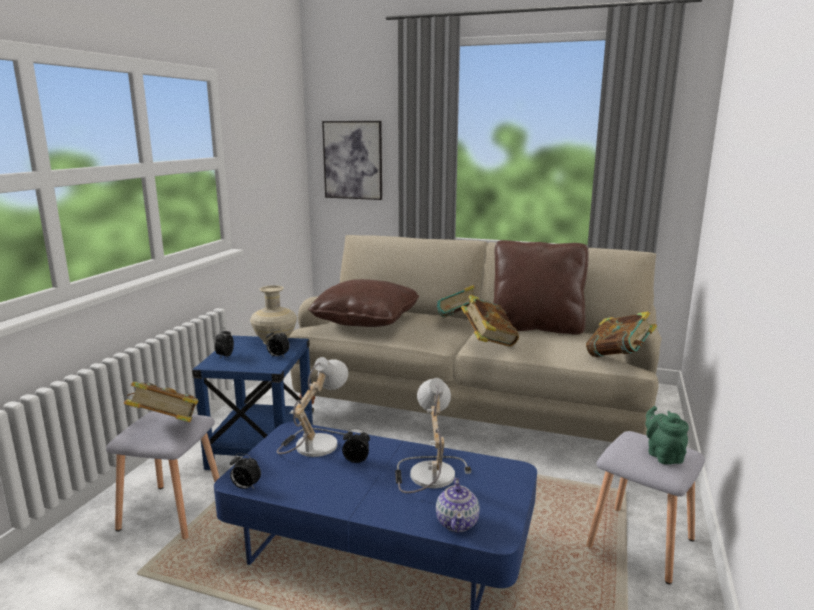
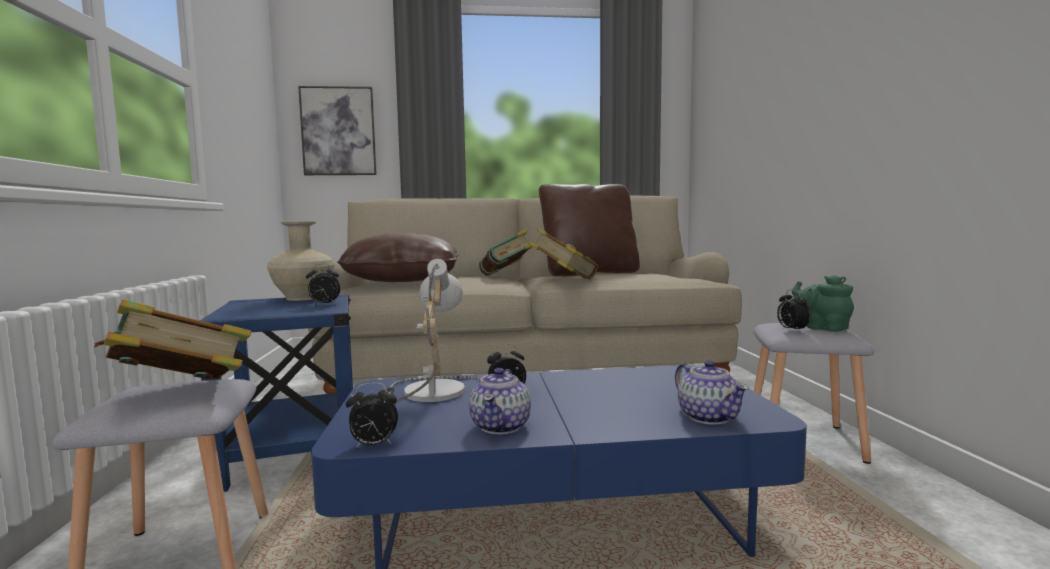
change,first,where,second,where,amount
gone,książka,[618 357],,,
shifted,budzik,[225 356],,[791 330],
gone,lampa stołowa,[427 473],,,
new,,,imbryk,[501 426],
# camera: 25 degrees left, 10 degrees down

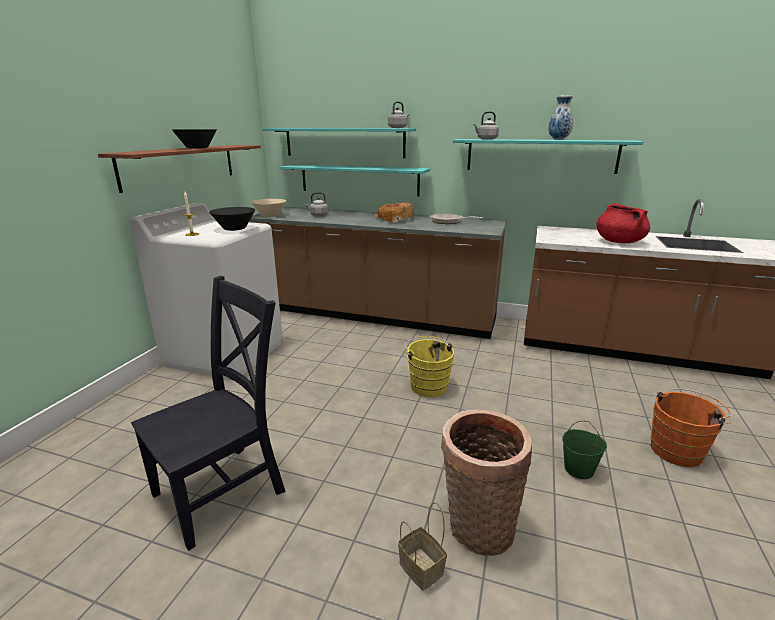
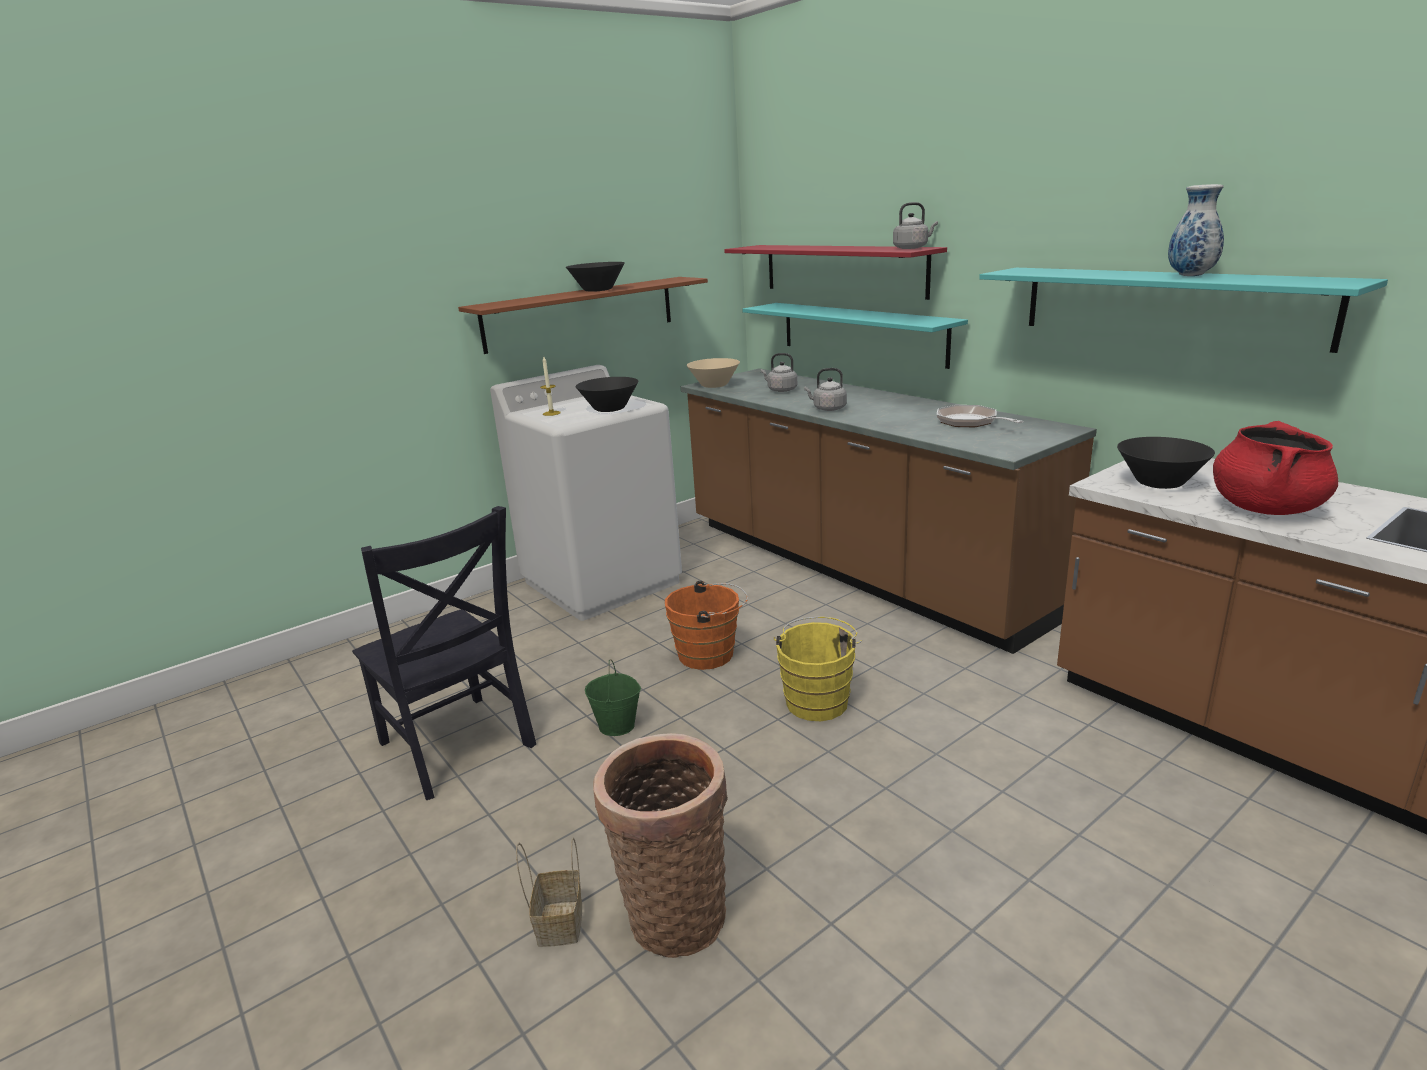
change,first,where,second,where,amount
shifted,czajnik/szary,[486 139],,[827 409],
repainted,półka/turkusowy,[344 142],półka/czerwony,[842 269],
gone,chleb,[395 219],,,
rotated,krzesło/czarny,[225 490],,[458 748],60 degrees clockwise
shifted,wiadro/pomarańczowy,[678 449],,[710 655],
shifted,wiadro/zielony,[579 469],,[617 725],
new,,,miska/czarny,[1160 483],
# camera: 35 degrees right, 0 degrees up

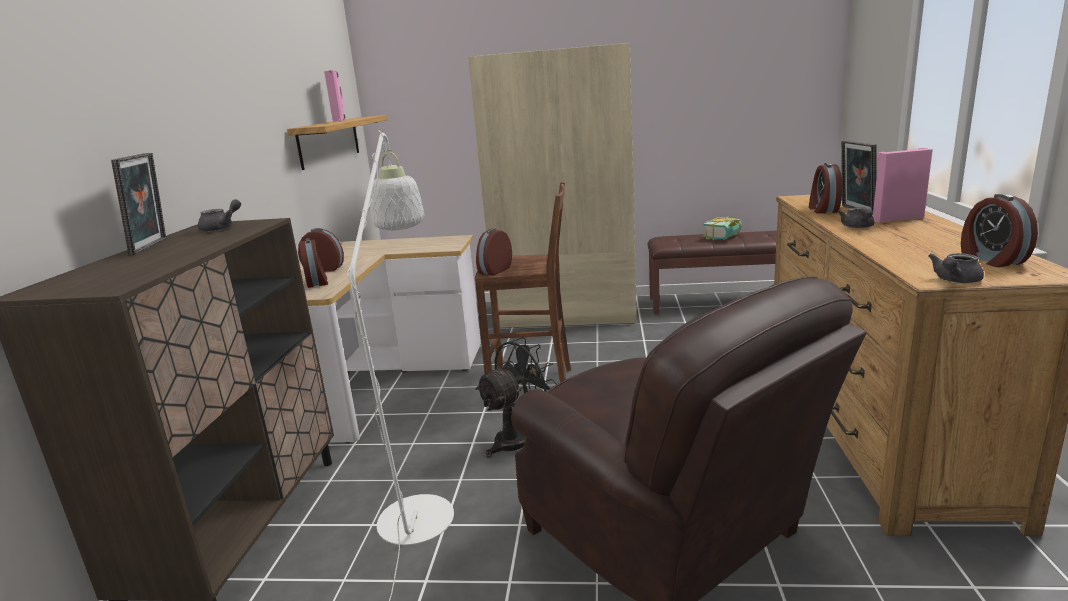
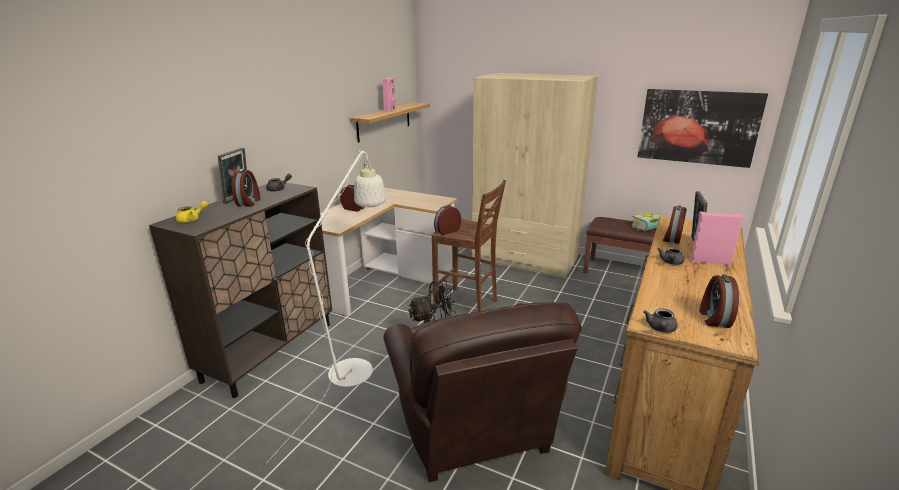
change,first,where,second,where,amount
shifted,budzik,[317 282],,[249 202],
rotated,imbryk/szary,[954 281],,[660 329],45 degrees counterclockwise
new,,,obraz,[698 127],
new,,,imbryk/żółty,[192 219],
# camera: 20 degrees right, 5 degrees up

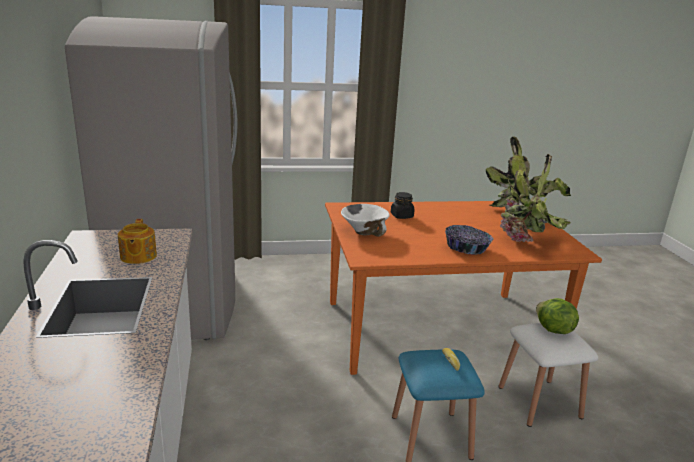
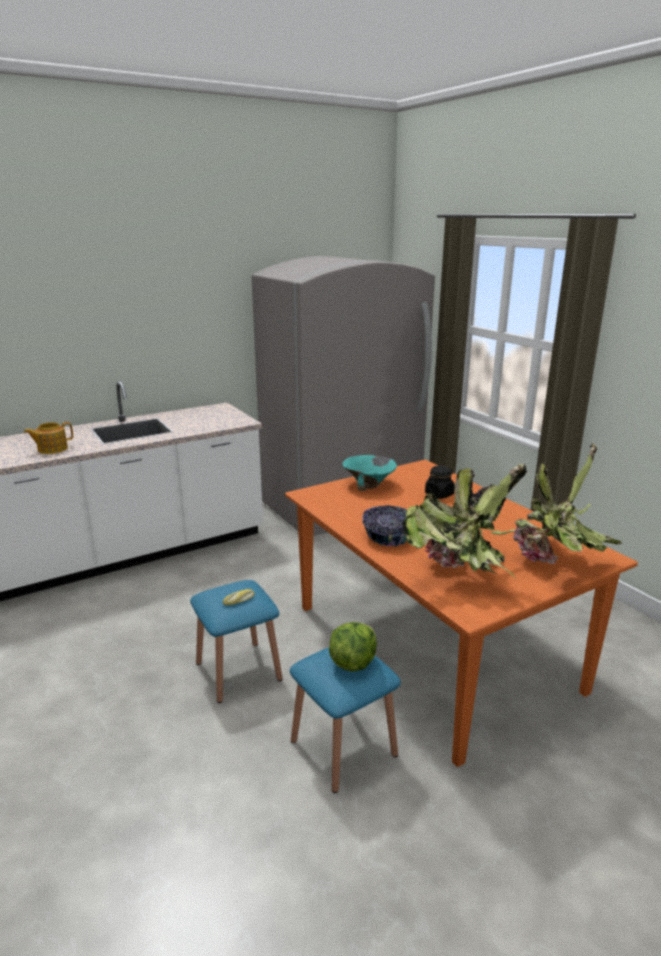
change,first,where,second,where,amount
repainted,miska/biały,[364 232],miska/turkusowy,[369 485],
shifted,imbryk,[137 256],,[52 449],
repainted,stołek/biały,[539 402],stołek/niebieski,[343 747],
# camera: 70 degrees right, 0 degrees up

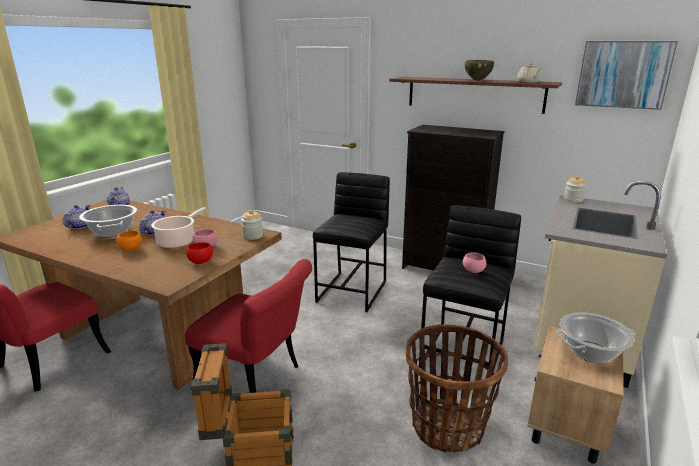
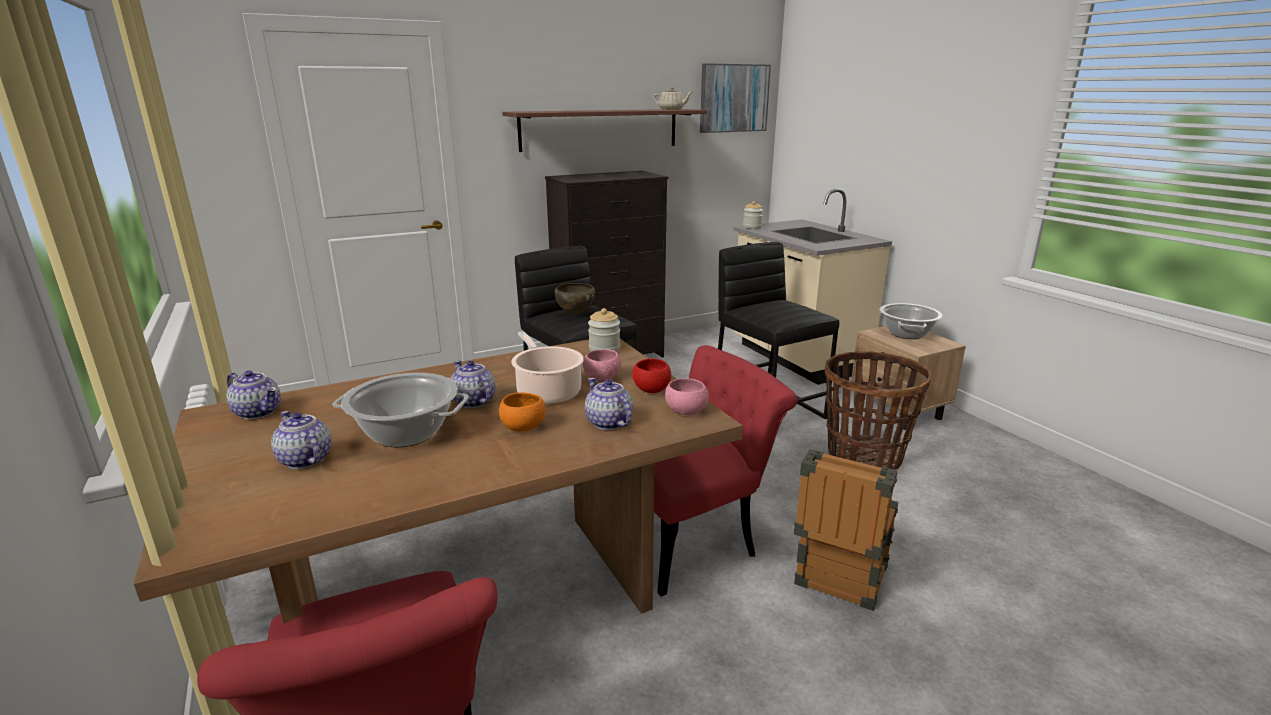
change,first,where,second,where,amount
shifted,miska/brązowy,[477 80],,[575 314],
shifted,miska/różowy,[473 271],,[686 412],
new,,,imbryk,[608 422],
# camera: 55 degrees left, 0 degrees up

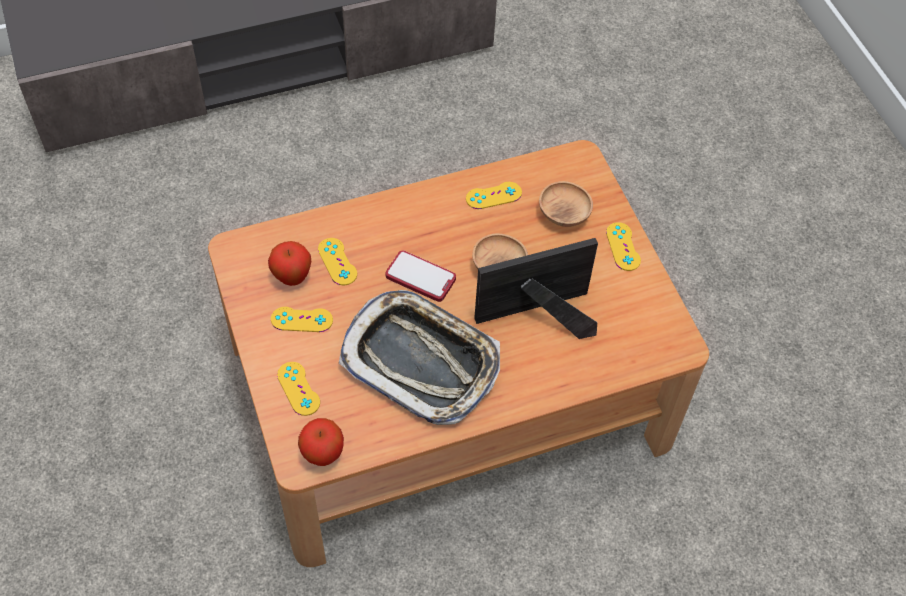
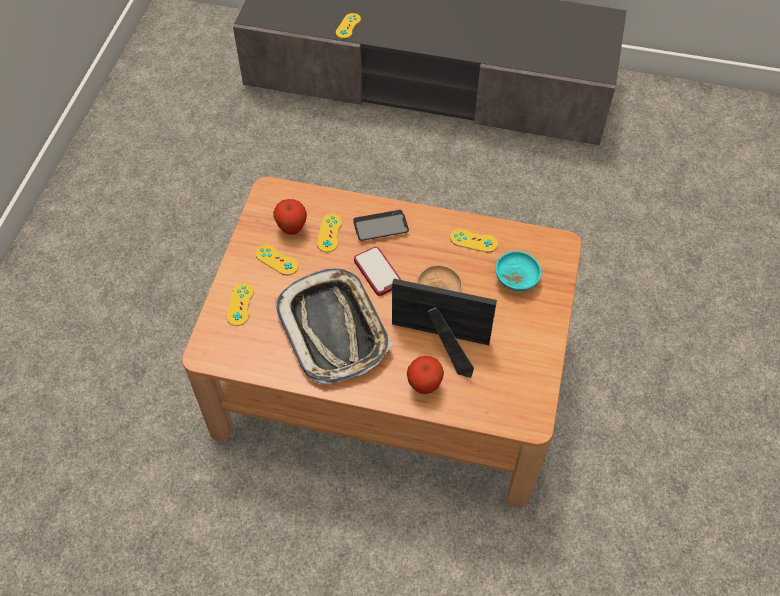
change,first,where,second,where,amount
repainted,miska/brązowy,[564 213],miska/turkusowy,[516 279],
shifted,pad do gier/żółty,[623 247],,[348 26],
shifted,jabłko,[323 455],,[424 386],
new,,,telefon,[380 226],
# camera: 35 degrees right, 0 degrees up

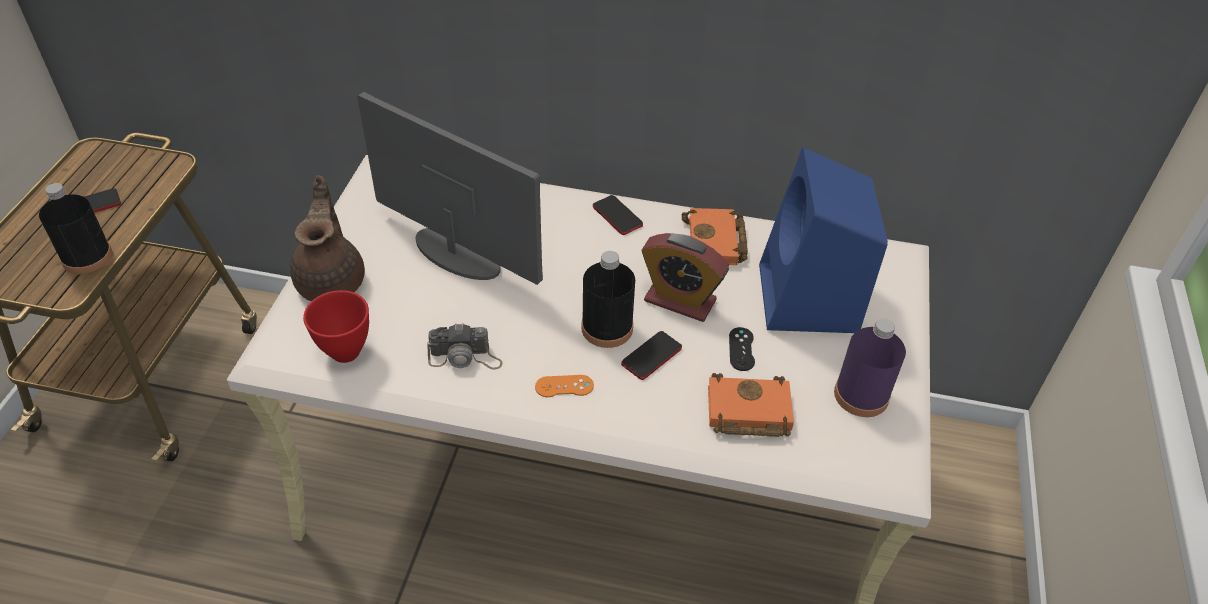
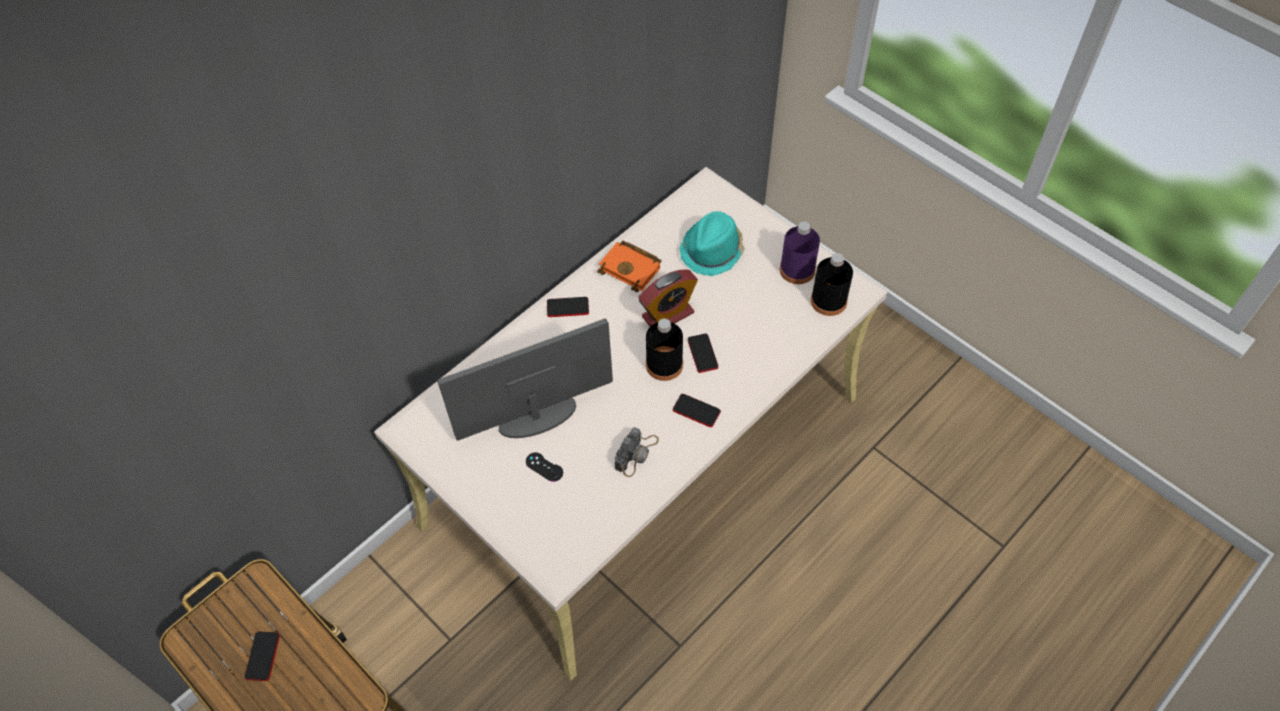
change,first,where,second,where,amount
swapped,głośnik/niebieski,[809 300],kapelusz/turkusowy,[712 250],
gone,imbryk/brązowy,[332 280],,,
shifted,butelka/czarny,[87 257],,[828 301],
gone,miska/czerwony,[344 353],,,
shifted,pad do gier/czarny,[741 349],,[544 467],
gone,książka/pomarańczowy,[746 412],,,
swapped,pad do gier/pomarańczowy,[564 386],telefon,[696 411],
# camera: 55 degrees left, 10 degrees up

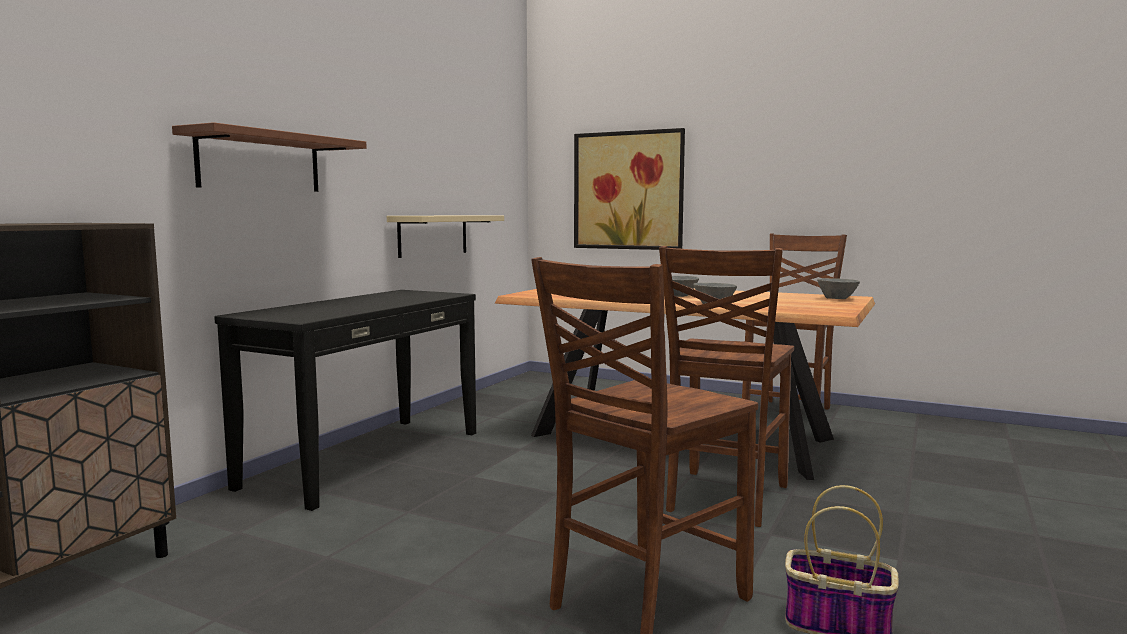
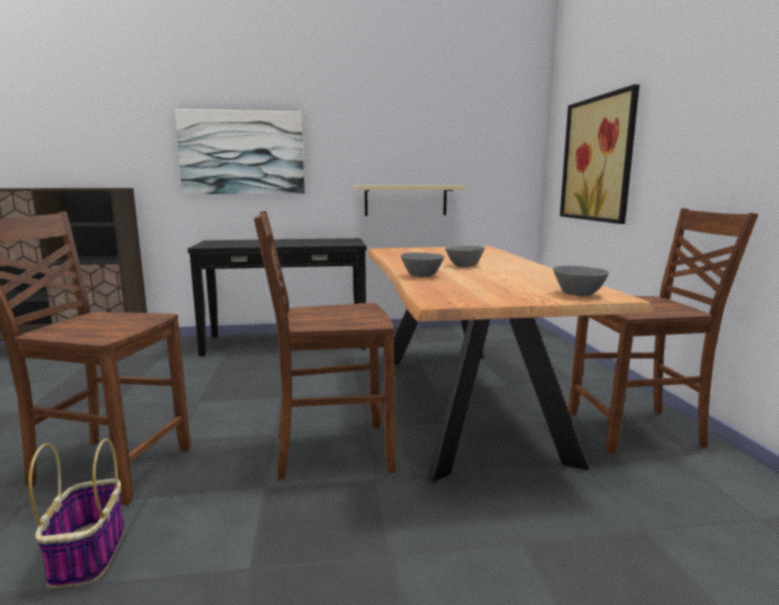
change,first,where,second,where,amount
swapped,półka/brązowy,[260 162],obraz,[242 153],
# camera: 55 degrees right, 5 degrees up

